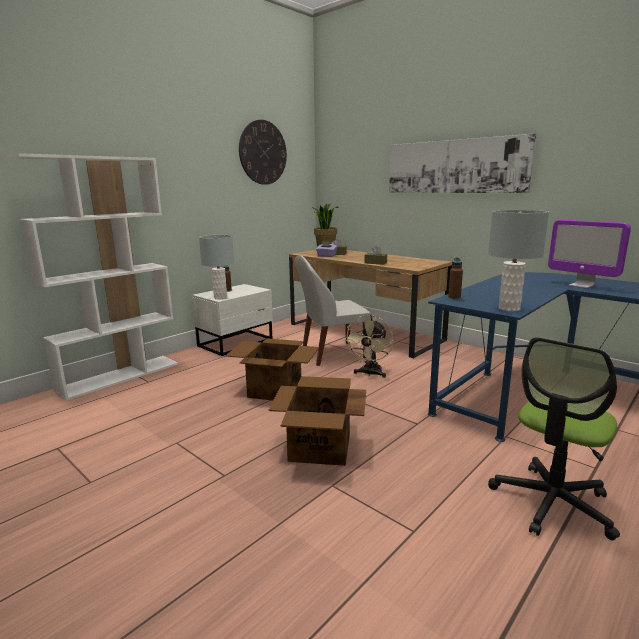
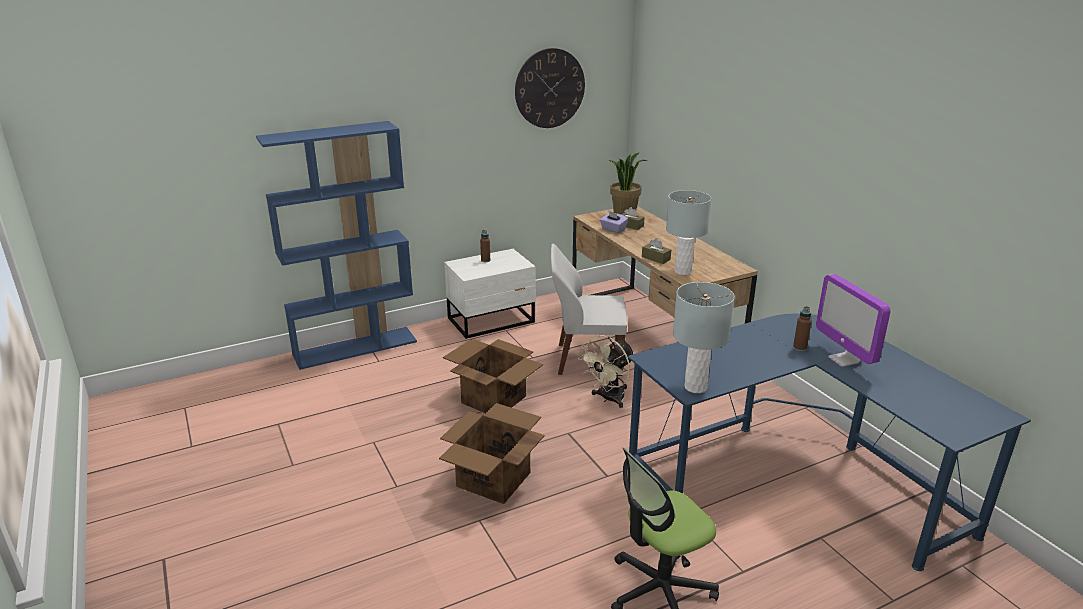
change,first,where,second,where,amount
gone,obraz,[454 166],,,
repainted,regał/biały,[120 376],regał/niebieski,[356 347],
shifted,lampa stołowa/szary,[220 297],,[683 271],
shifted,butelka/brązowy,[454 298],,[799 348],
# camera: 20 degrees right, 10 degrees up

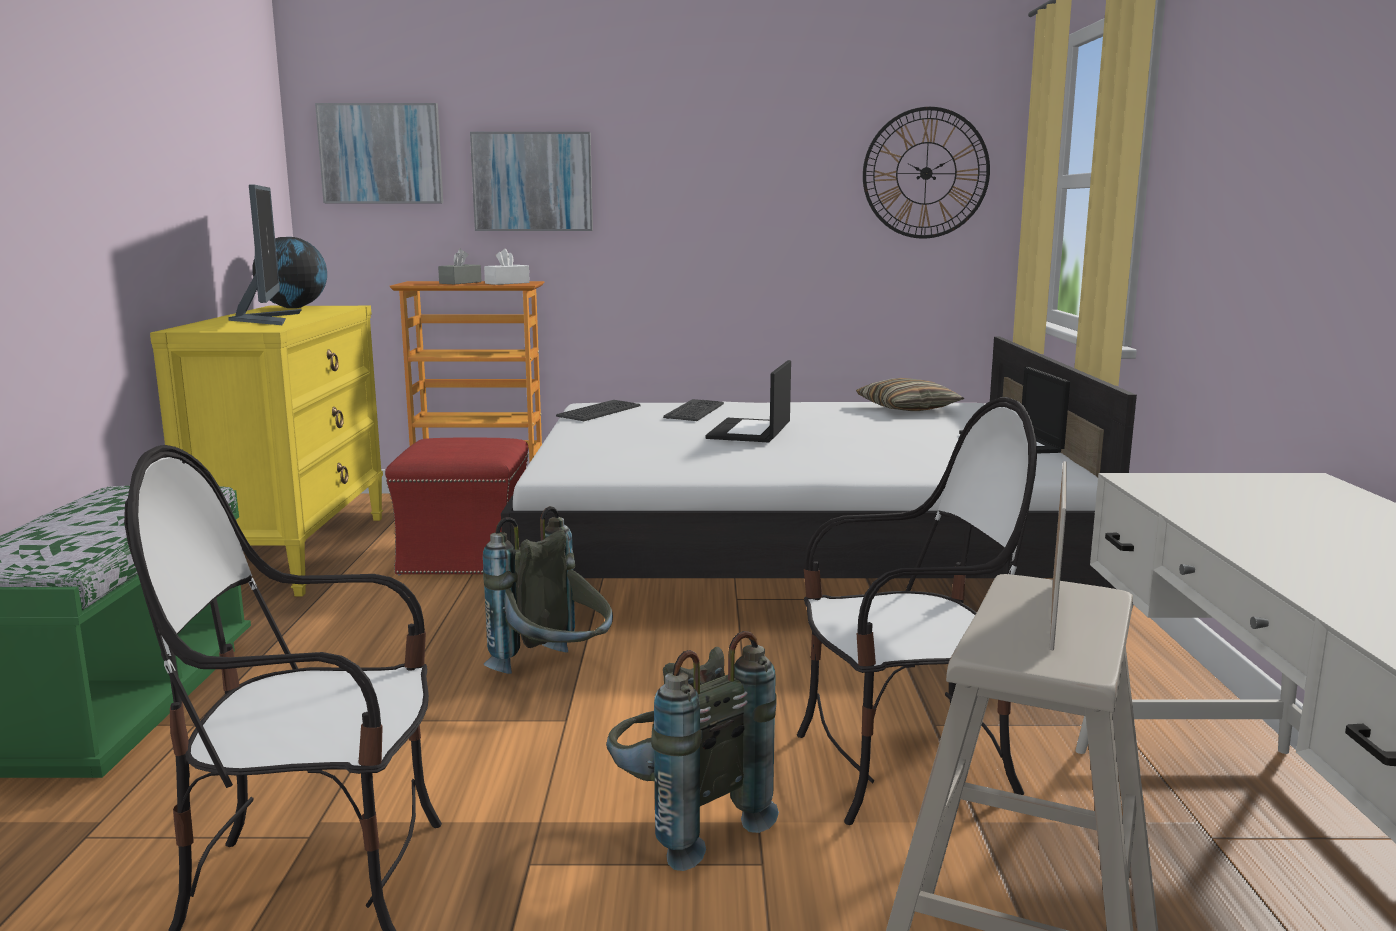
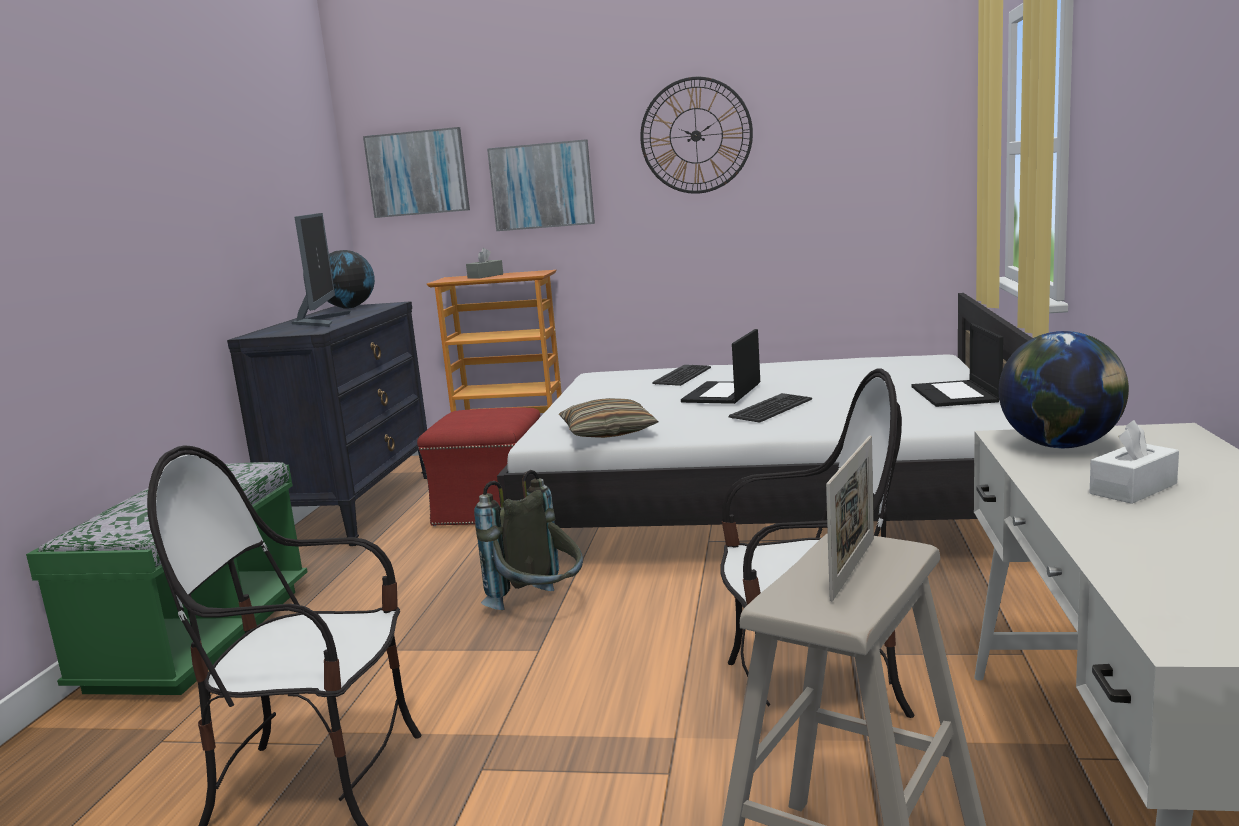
change,first,where,second,where,amount
shifted,zegar ścienny,[926 173],,[696 135],
shifted,pudełko chusteczek/biały,[507 283],,[1133 489],
repainted,komoda/żółty,[296 552],komoda/czarny,[358 508],
shifted,poduszka,[907 408],,[608 432],
shifted,klawiatura,[600 411],,[772 409],
gone,plecak/szary,[683 823],,,
new,,,globus,[1061 446],
# camera: 10 degrees right, 0 degrees up

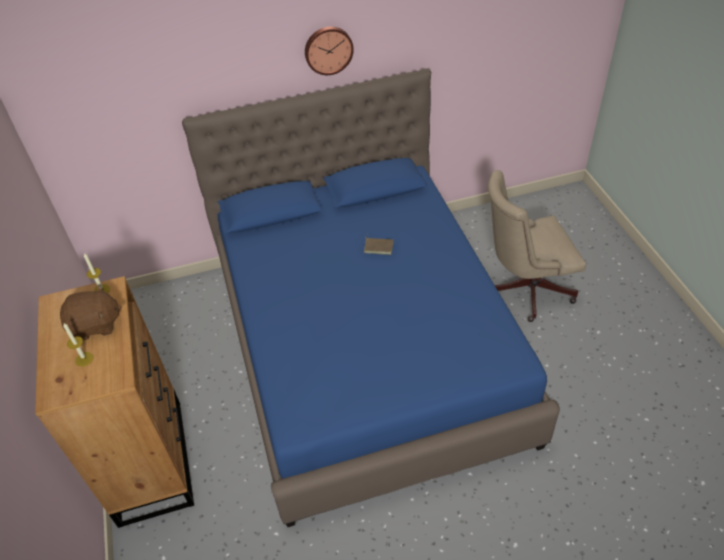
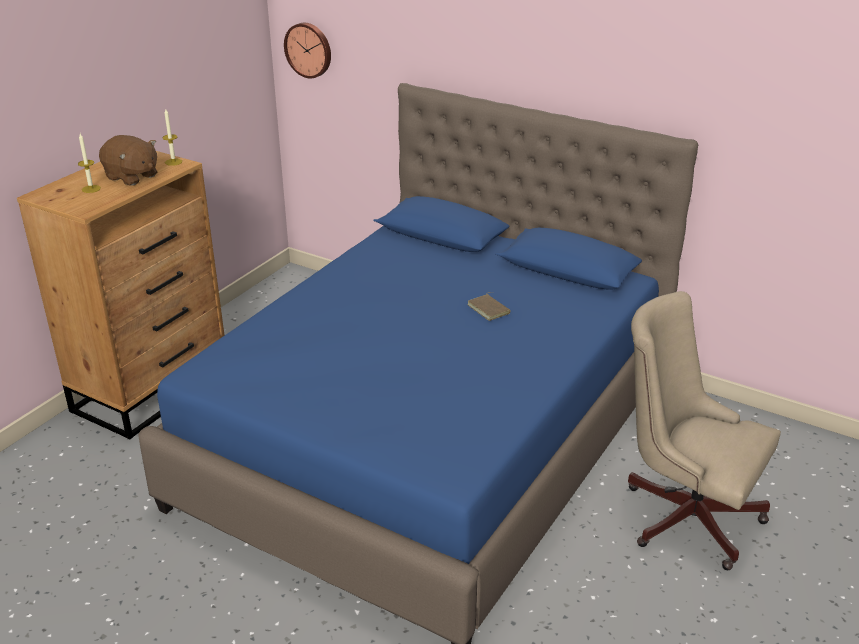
change,first,where,second,where,amount
shifted,zegar ścienny,[328 49],,[309 49],
# camera: 45 degrees right, 15 degrees down

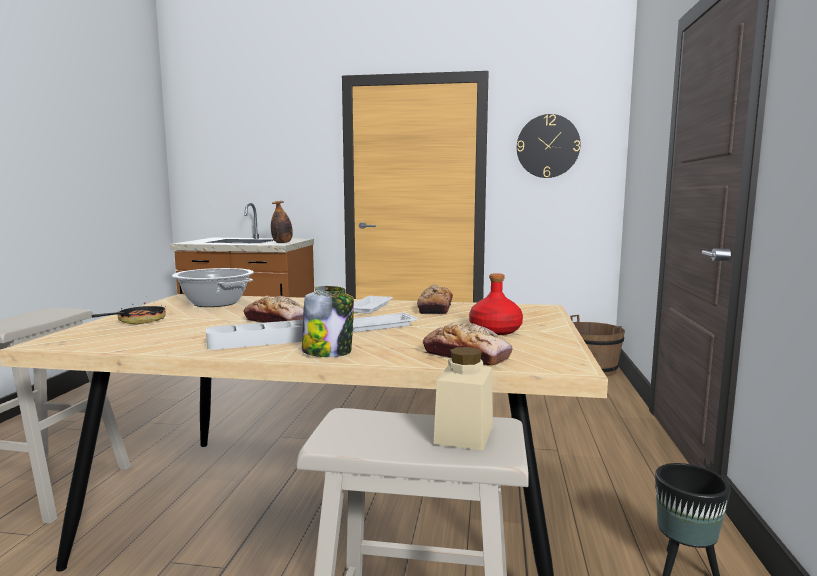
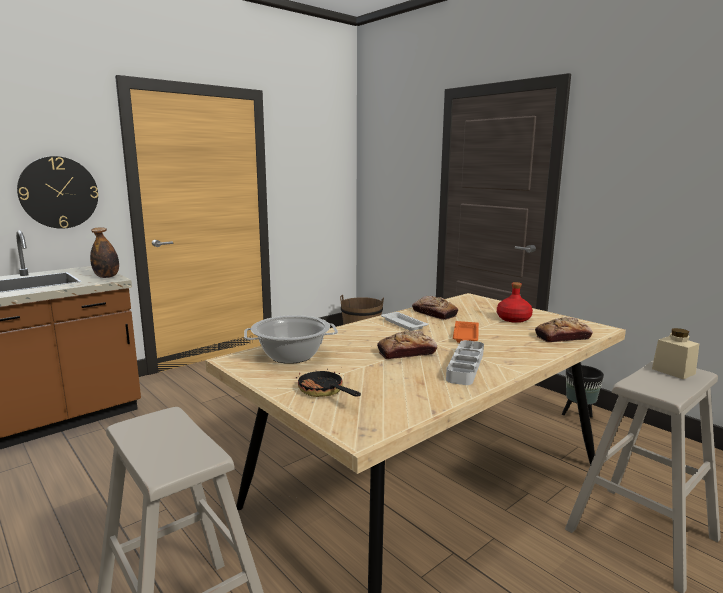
change,first,where,second,where,amount
shifted,zegar ścienny,[548 146],,[59 192],
gone,słoik,[328 352],,,
repainted,taca/biały,[376 327],taca/pomarańczowy,[465 336],
# camera: 50 degrees left, 5 degrees up

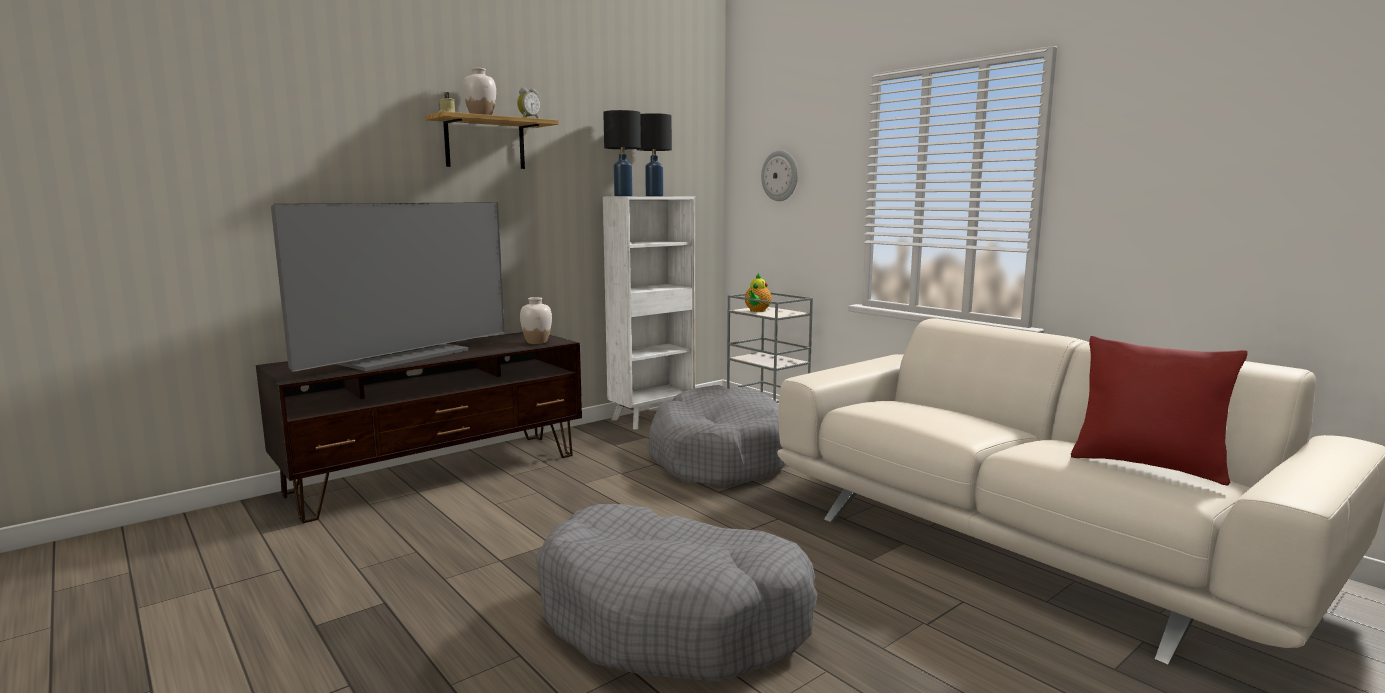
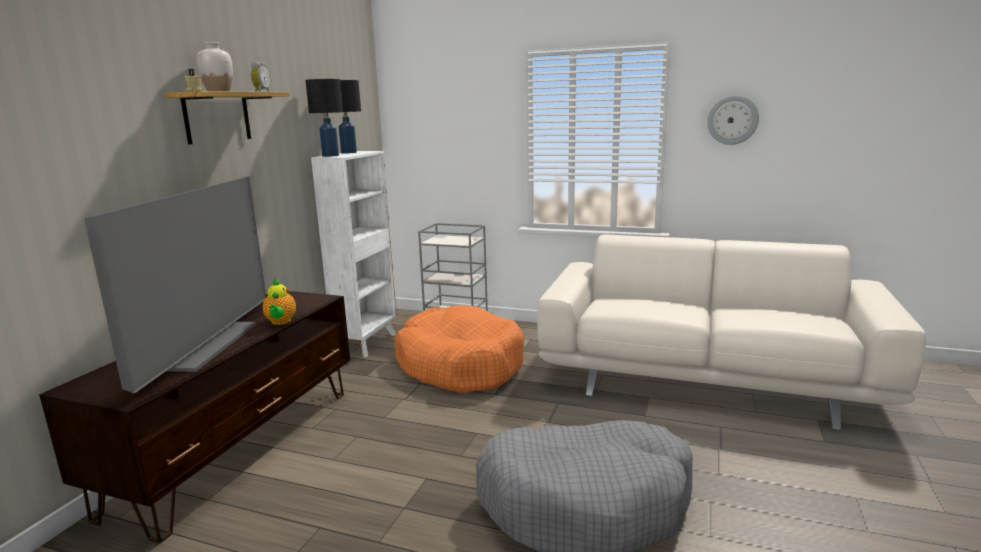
change,first,where,second,where,amount
shifted,zegar ścienny,[780 176],,[732 120],
shifted,imbryk,[757 311],,[280 322],
gone,wazon/biały,[536 342],,,
gone,poduszka/czerwony,[1147 465],,,
repainted,legowisko/szary,[718 457],legowisko/pomarańczowy,[460 365],
# camera: 30 degrees left, 5 degrees up

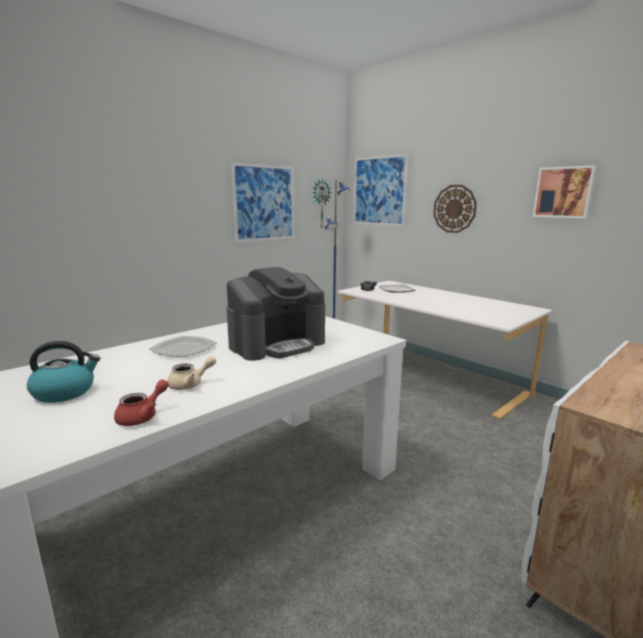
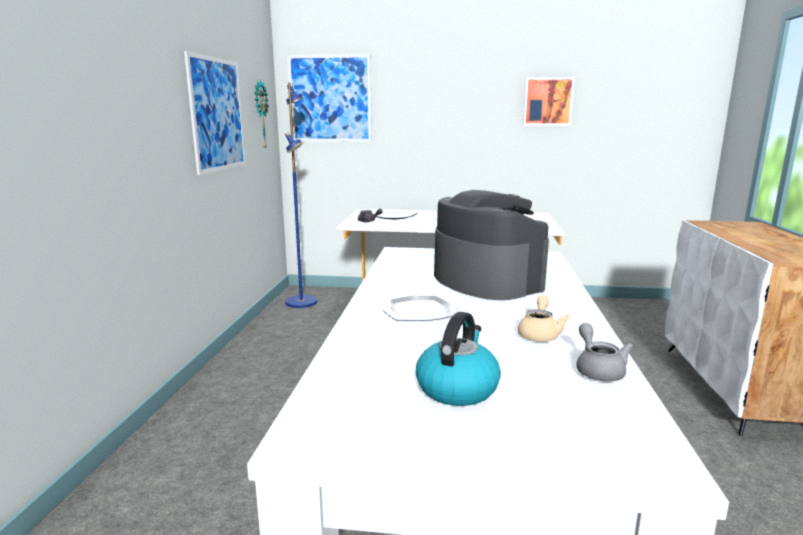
change,first,where,second,where,amount
gone,zegar ścienny,[454 209],,,
rotated,ekspres do kawy,[277 344],,[485 281],45 degrees counterclockwise
repainted,imbryk/czerwony,[143 416],imbryk/szary,[598 369],
# camera: 40 degrees left, 0 degrees up

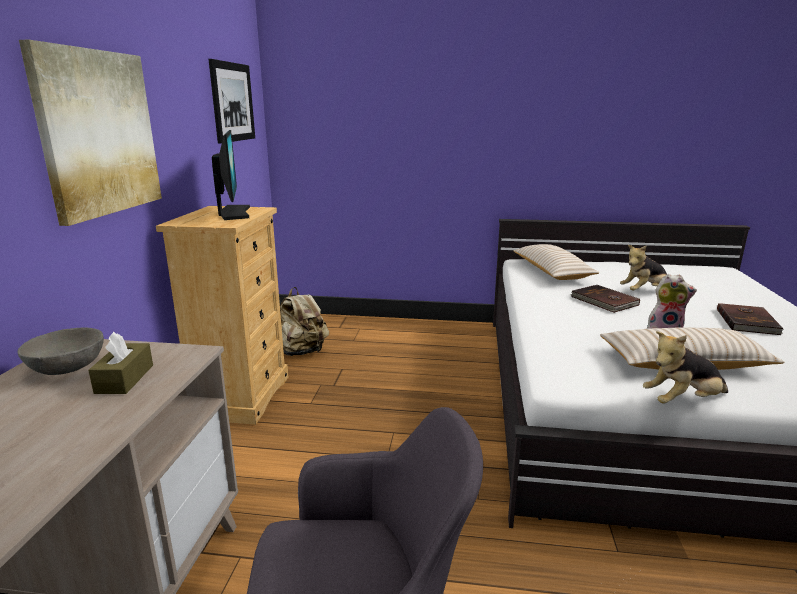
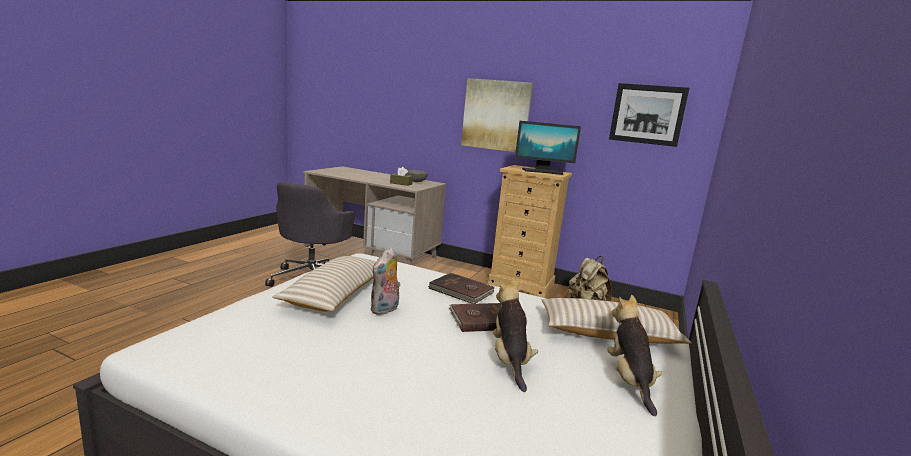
change,first,where,second,where,amount
shifted,książka/brązowy,[748 321],,[461 291],
shifted,pluszak,[682 401],,[629 381],
# camera: 105 degrees right, 5 degrees down

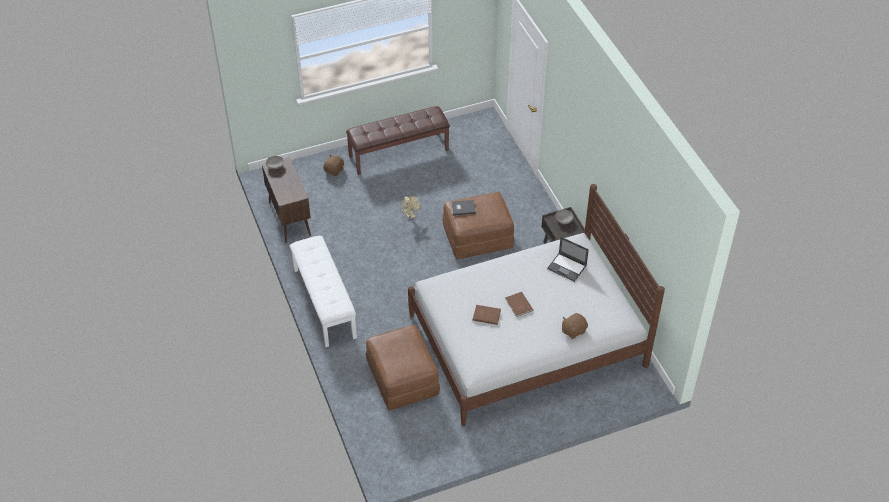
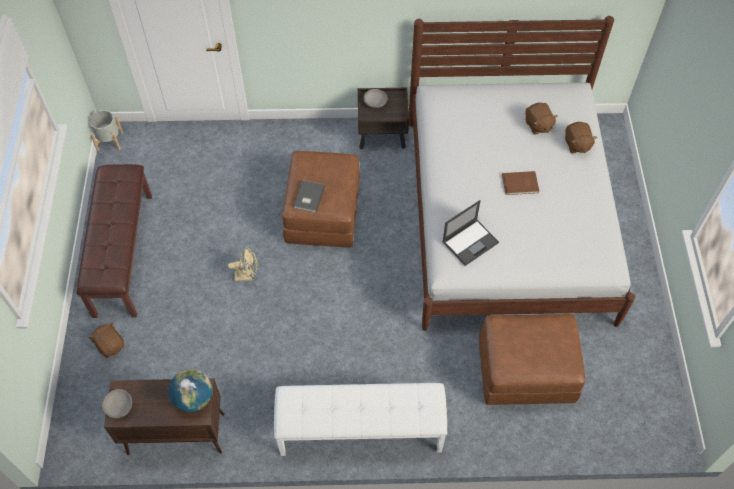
change,first,where,second,where,amount
shifted,laptop,[567 267],,[470 241],
gone,książka/brązowy,[486 315],,,
new,,,pluszak/brązowy,[538 125],
new,,,donica/szary,[109 141],
new,,,globus,[194 398],
# camera: 70 degrees left, 10 degrees up

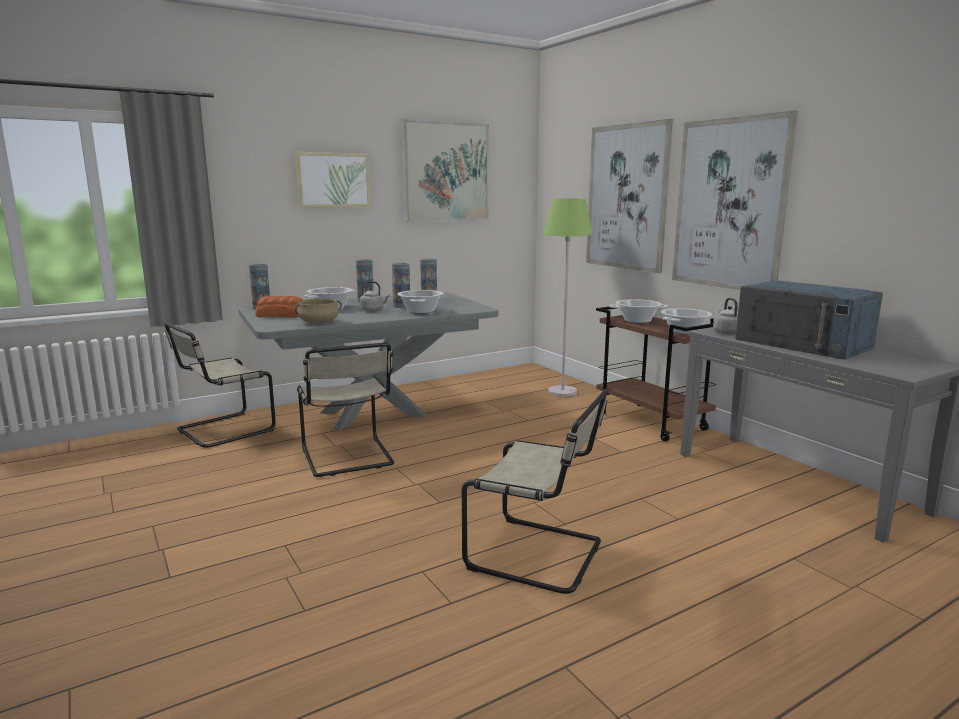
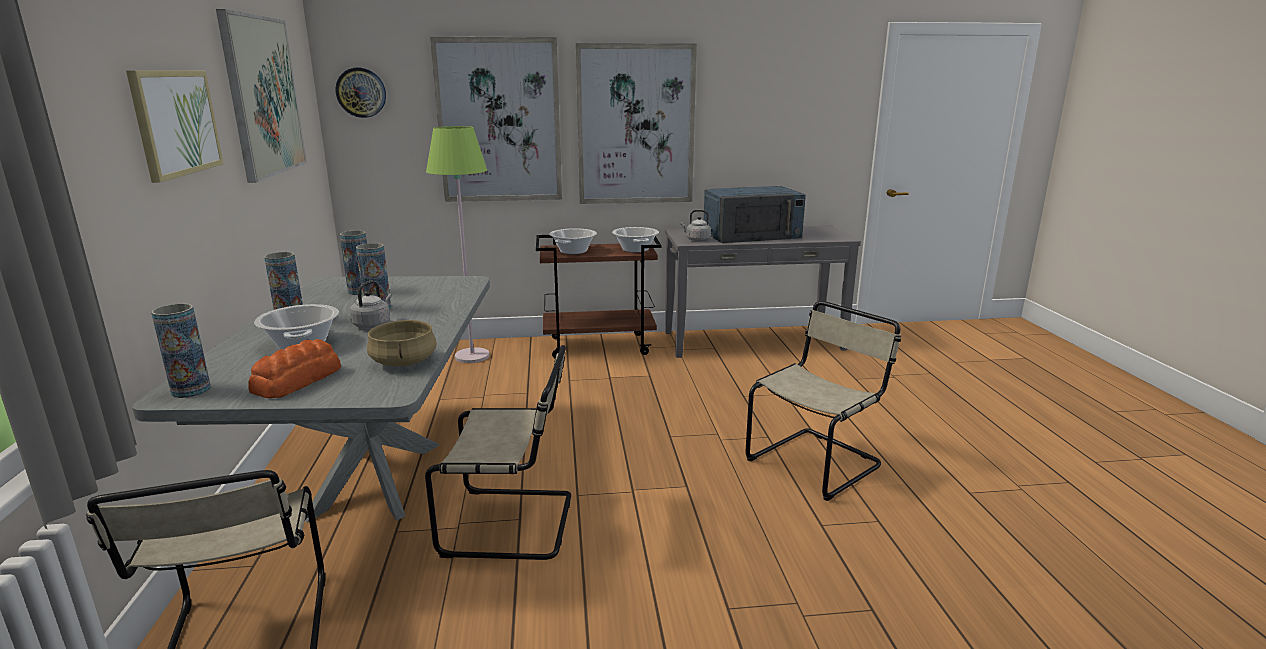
change,first,where,second,where,amount
gone,garnek,[420 311],,,
new,,,zegar ścienny,[361 92],
# camera: 65 degrees left, 5 degrees up

